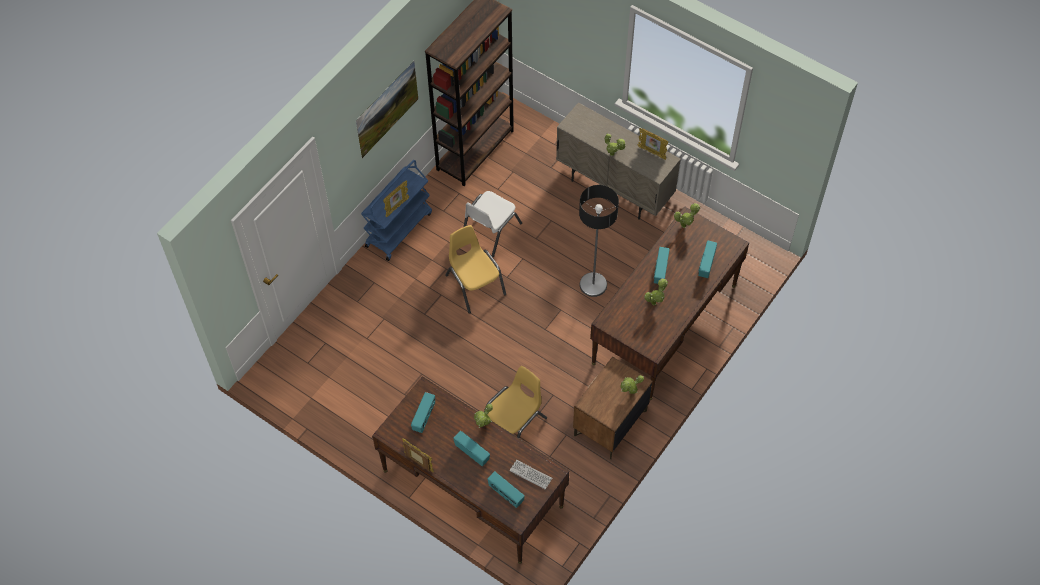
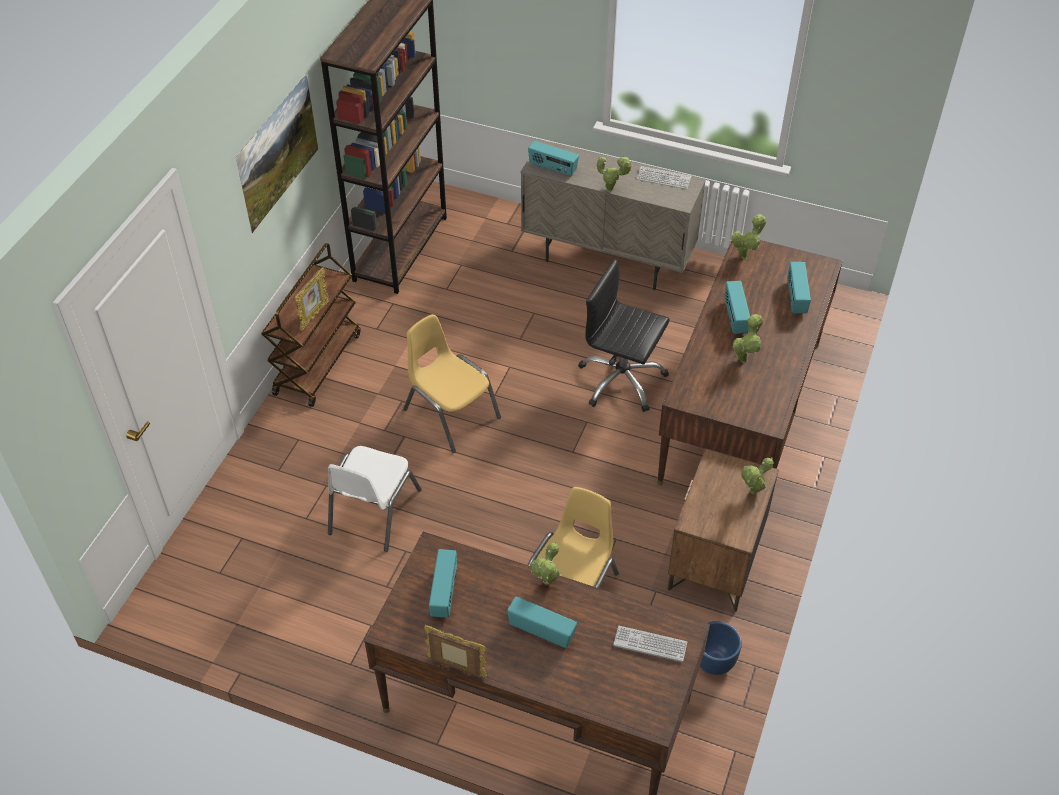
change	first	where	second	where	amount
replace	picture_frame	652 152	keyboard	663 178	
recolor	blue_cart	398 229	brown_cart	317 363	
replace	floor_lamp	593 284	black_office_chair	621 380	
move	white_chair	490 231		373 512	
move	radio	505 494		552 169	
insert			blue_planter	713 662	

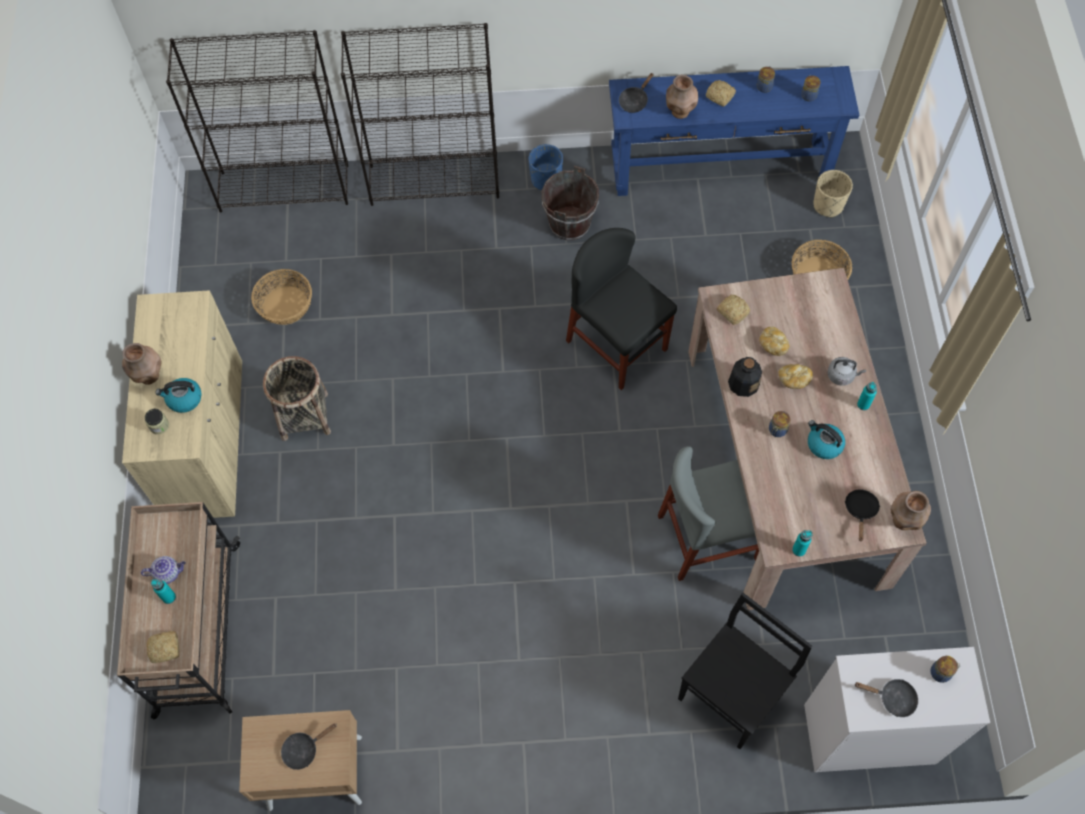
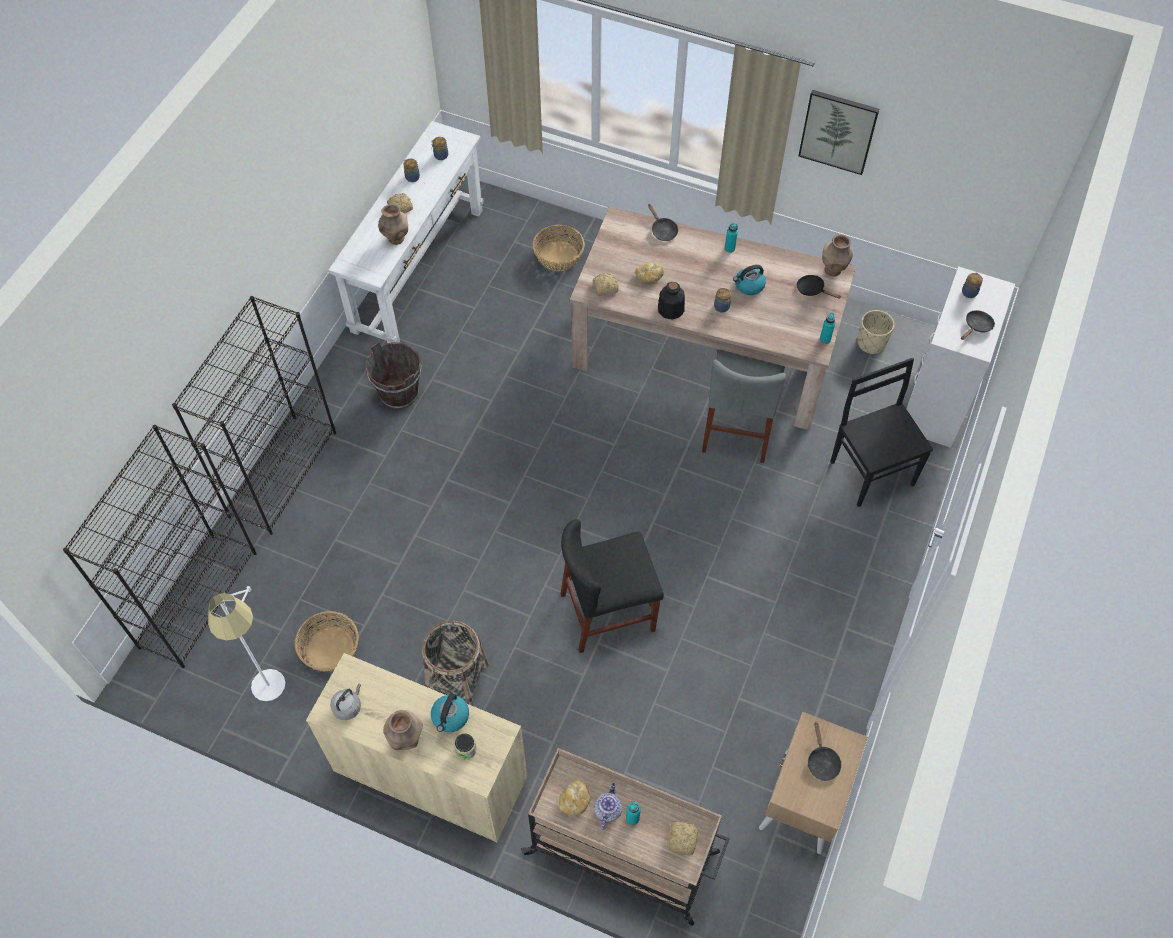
change	first	where	second	where	amount
recolor	blue_console_table	720 167	white_console_table	418 269	
move	black_frying_pan	634 101		662 230	
delete	blue_planter	546 179			
move	beige_planter	828 205		871 343	
move	black_chair	617 345		607 612	
move	grey_kettle	842 375		348 706	
move	bread	794 380		574 801	
insert			picture	838 131	
insert			white_floor_lamp	276 696	

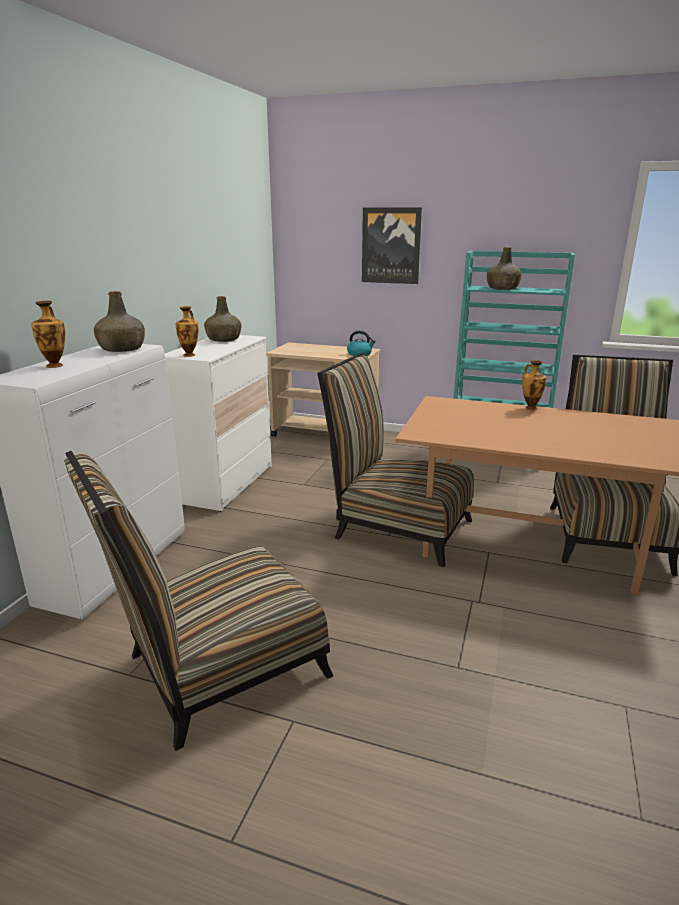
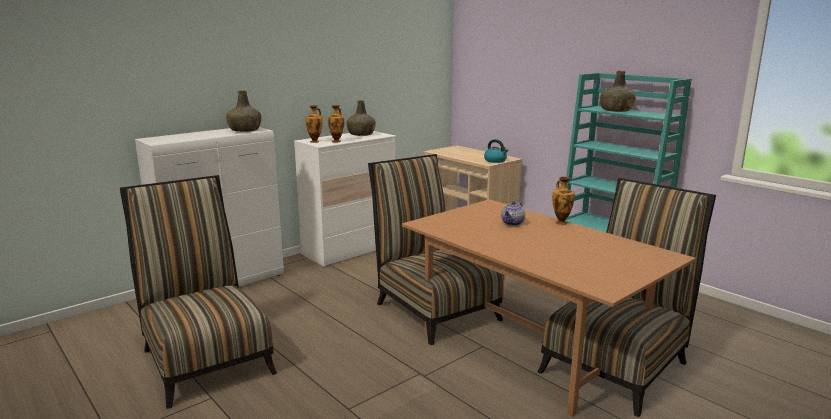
change	first	where	second	where	amount
delete	picture	391 246			
move	vase	55 365		337 141	
rotate	chair	216 671		206 356	60 degrees clockwise
insert			teapot	513 223	

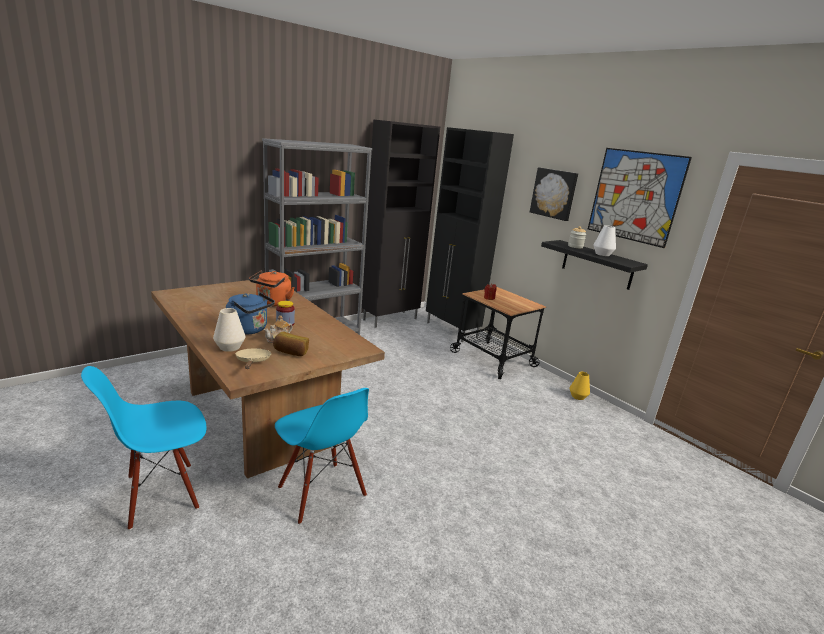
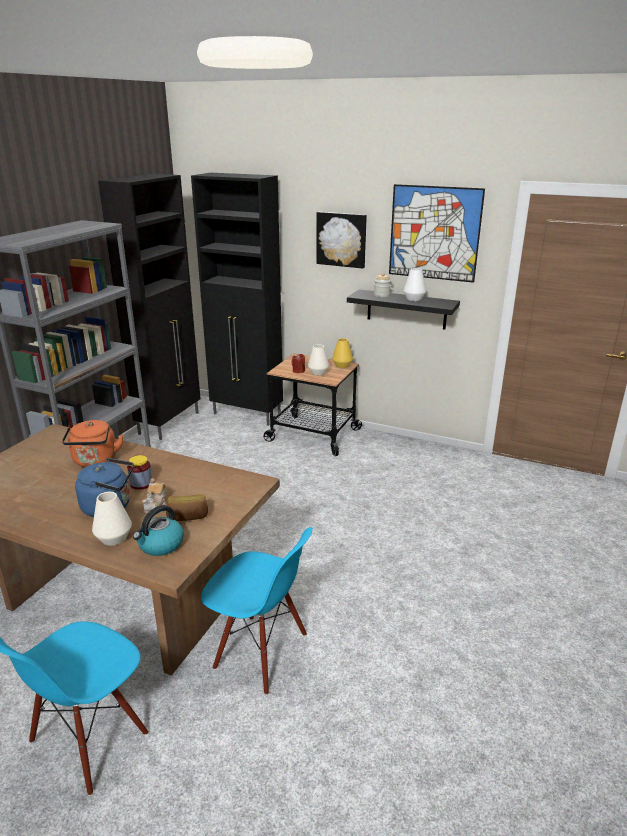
change	first	where	second	where	amount
replace	beige_frying_pan	253 361	kettle	160 545	
move	yellow_vase	578 396		342 365	
insert			white_vase	318 372	

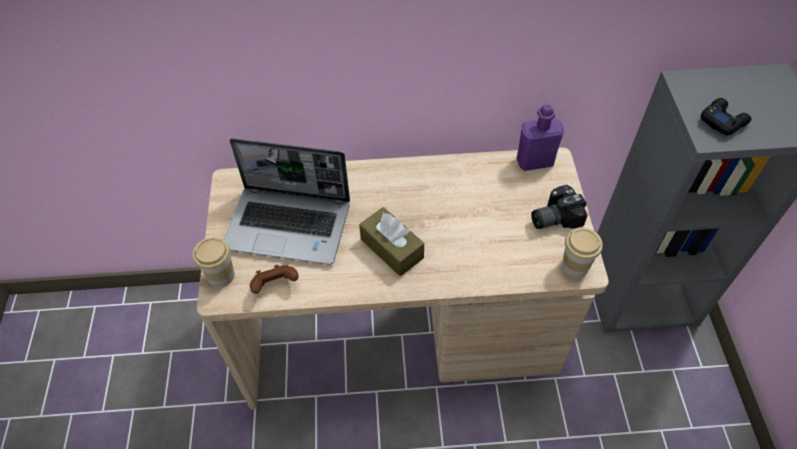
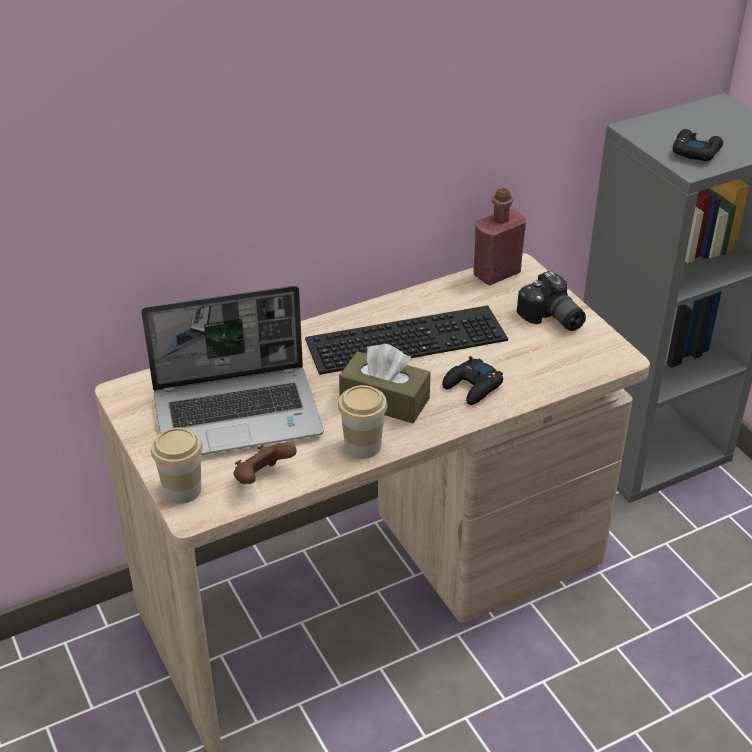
change	first	where	second	where	amount
recolor	purple_bottle	535 161	red_bottle	496 274	
rotate	photo_camera	553 216		551 319	75 degrees counterclockwise
move	cup	575 266		363 446	
insert			keyboard	407 337	
insert			black_game_controller	473 387	

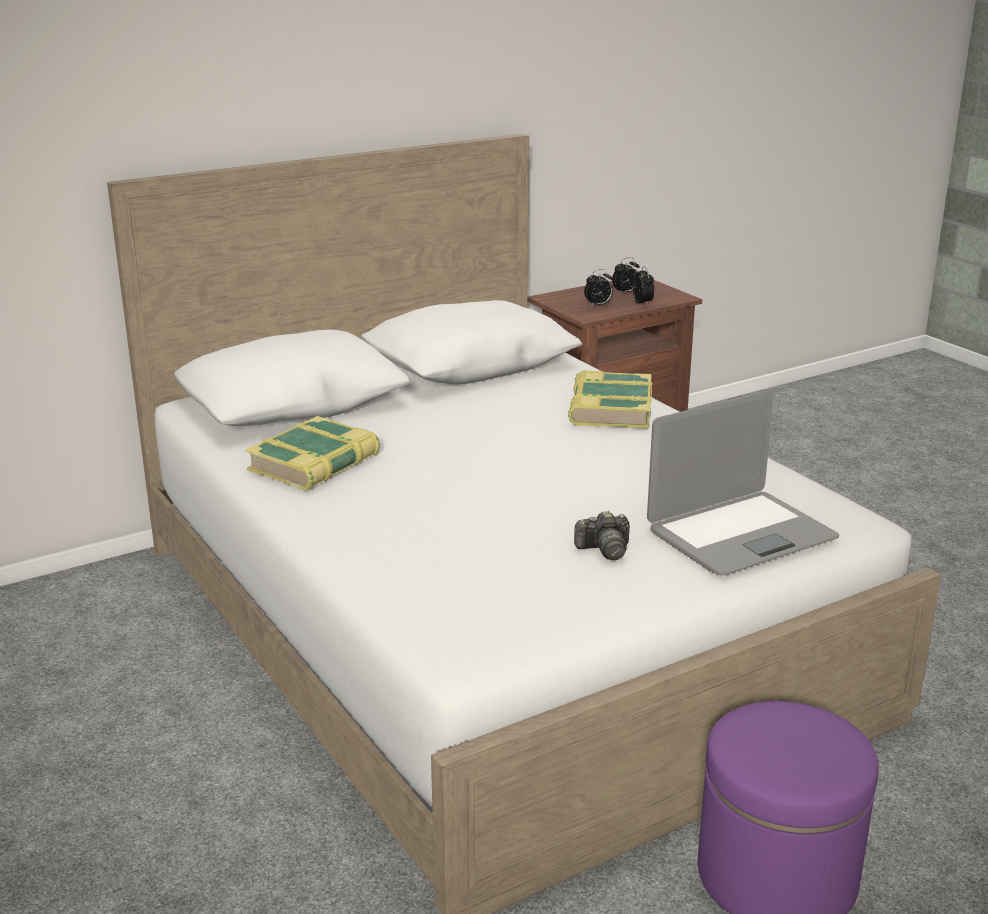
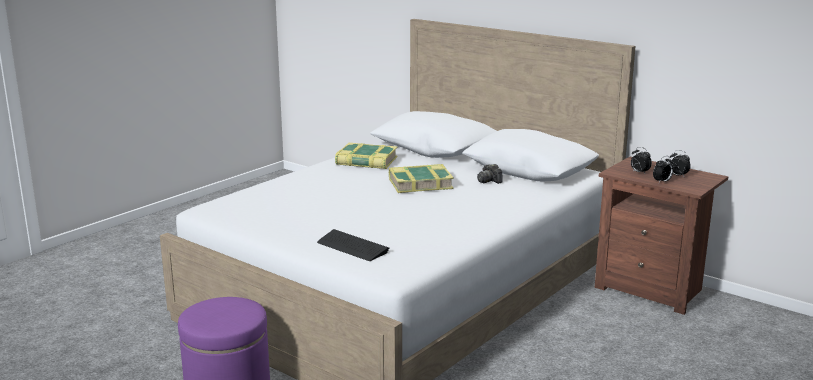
change	first	where	second	where	amount
move	book	609 409		420 184	
replace	laptop	740 534	keyboard	352 247	
move	photo_camera	604 550		489 181	

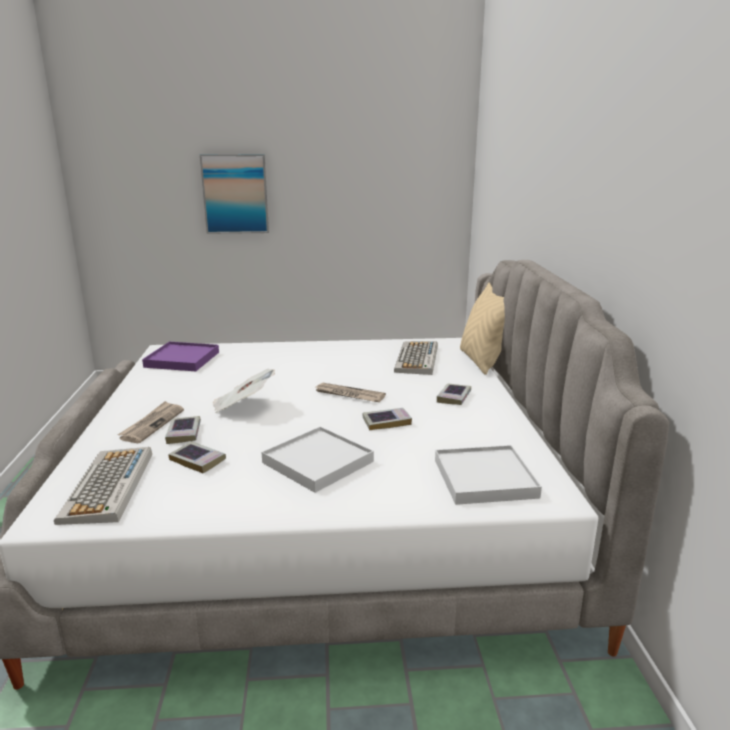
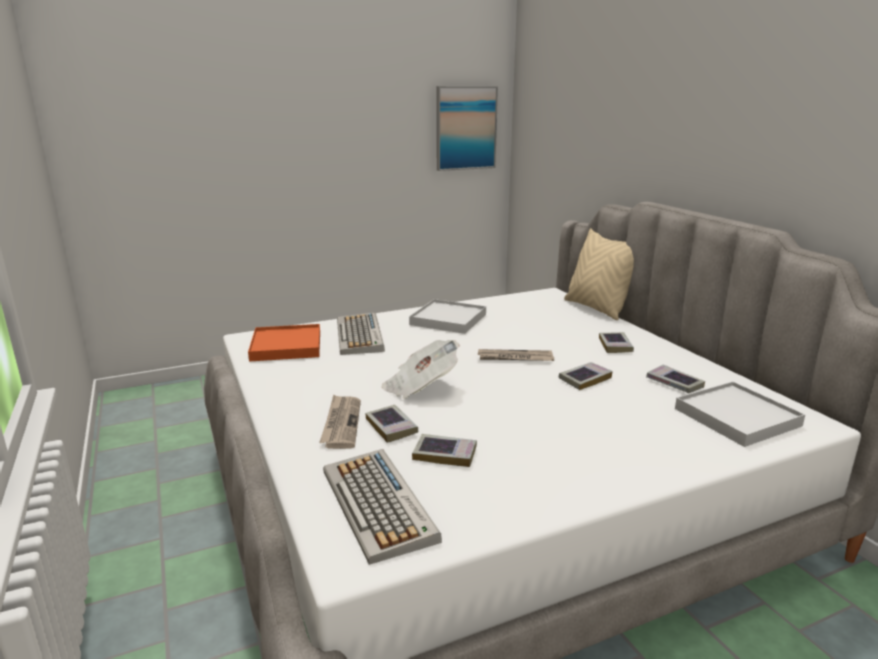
change	first	where	second	where	amount
move	picture	235 194		465 128	
move	keyboard	417 359		360 335	
recolor	purple_tray	182 359	orange_tray	286 346	
move	white_tray	318 462		448 319	
insert			book	674 383	

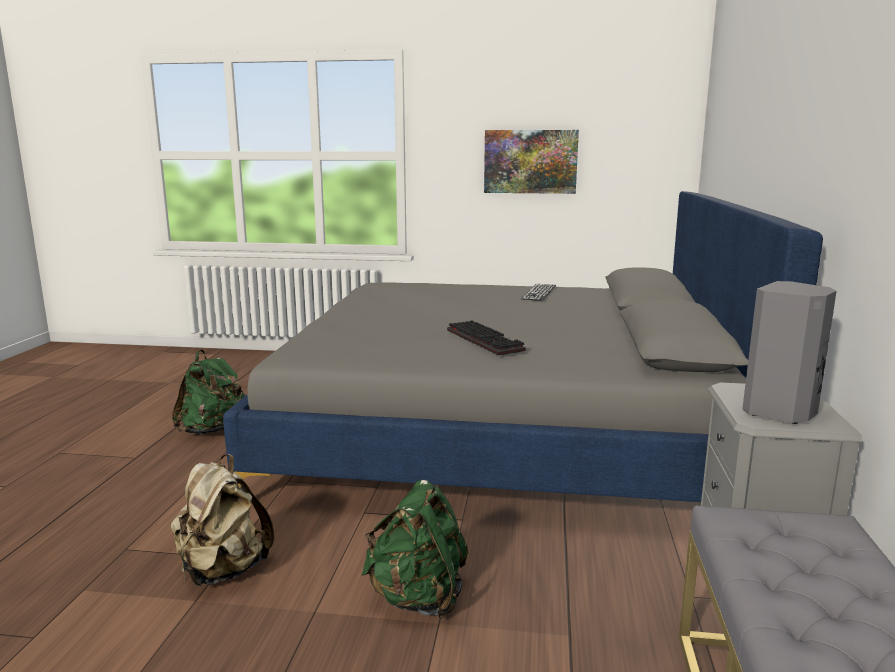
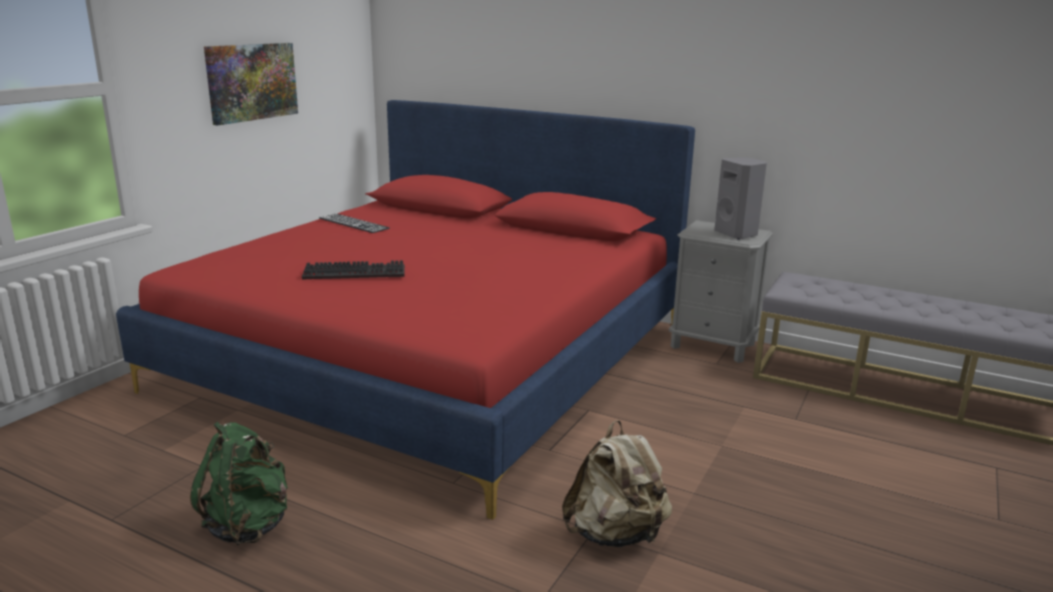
change	first	where	second	where	amount
recolor	grey_bed	506 428	red_bed	434 356	
move	keyboard	487 340		356 272	
delete	green_backpack	418 598			

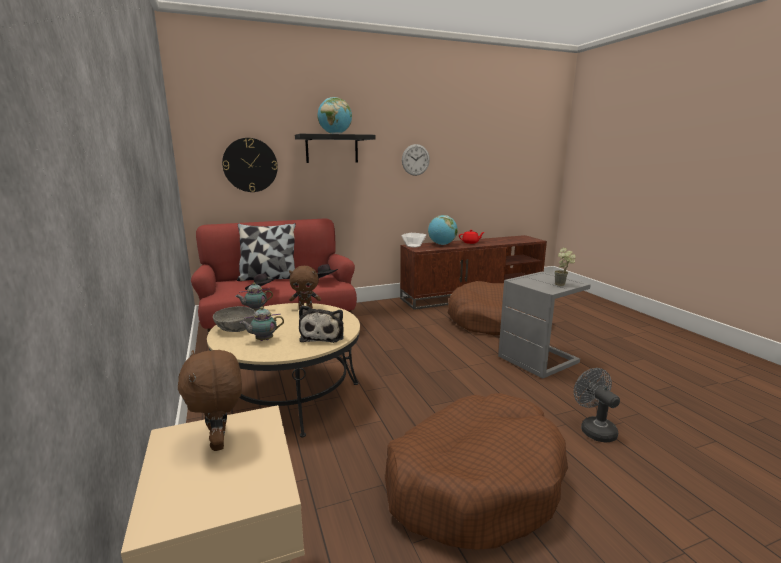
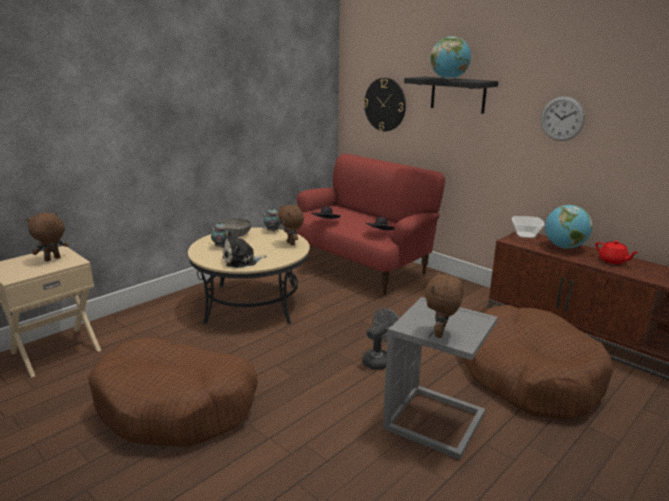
change	first	where	second	where	amount
delete	pillow	268 278			
replace	potted_plant	563 285	brown_plush_toy	441 334	
move	grey_fan	594 429		380 360	

